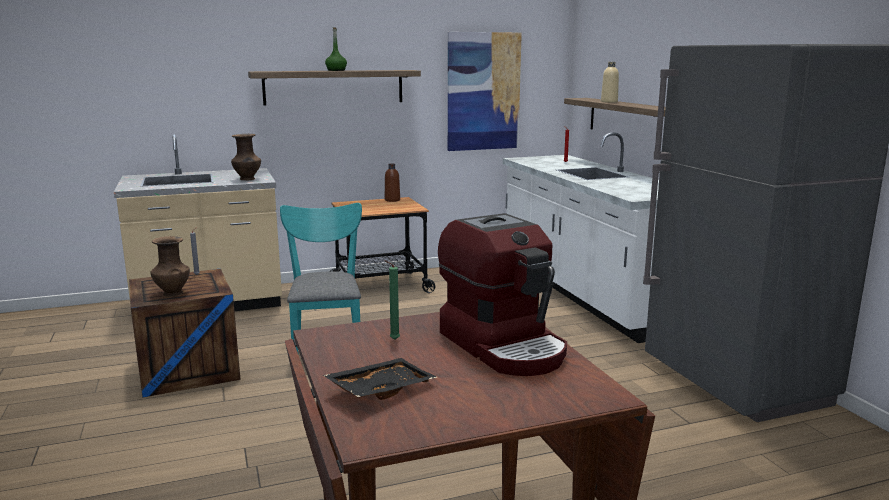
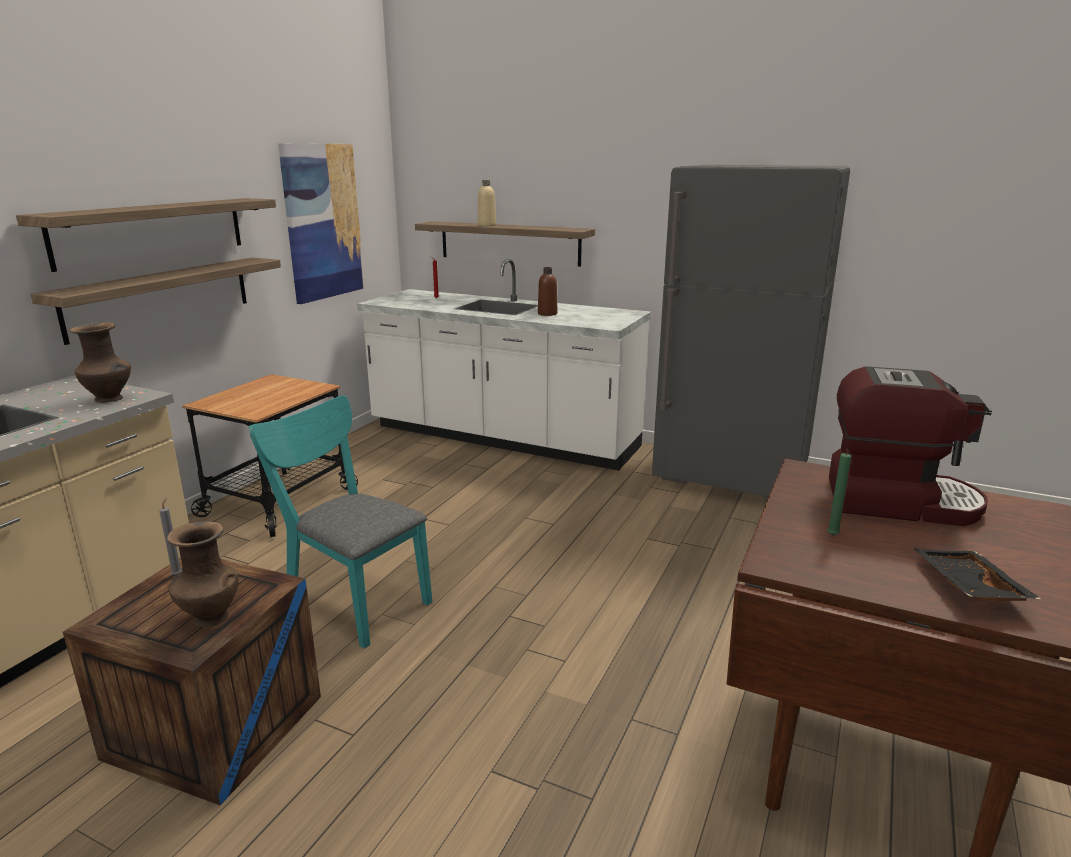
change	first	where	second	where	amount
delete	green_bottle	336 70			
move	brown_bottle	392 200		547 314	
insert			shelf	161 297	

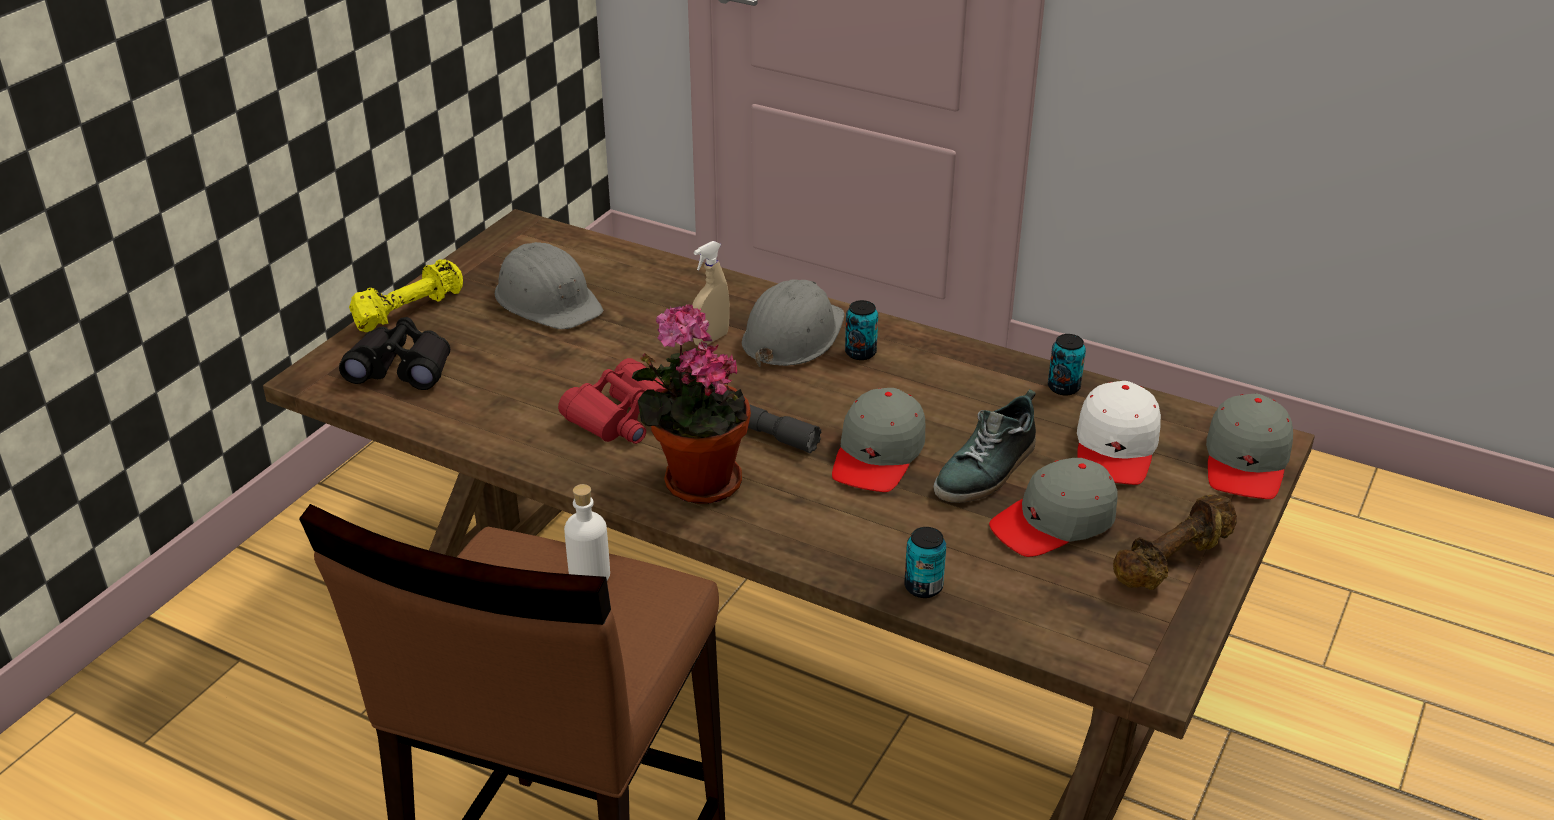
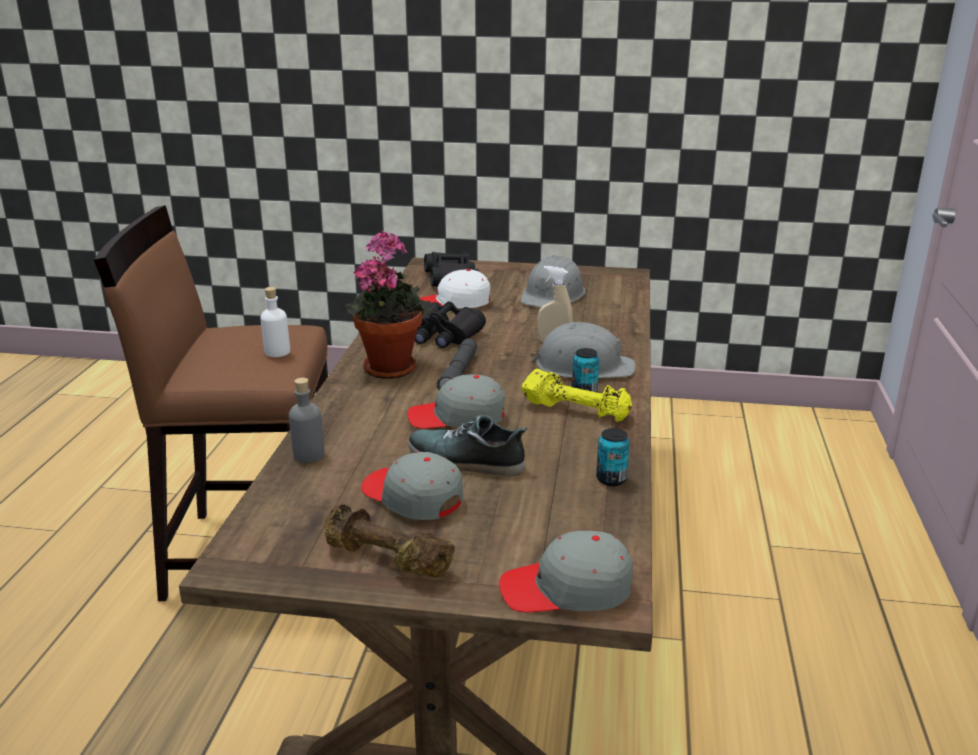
change	first	where	second	where	amount
move	yellow_dumbbell	408 311		576 410	
recolor	red_binoculars	623 417	black_binoculars	444 336	
move	white_cap	1116 448		454 303	
replace	can	923 587	grey_bottle	308 455	

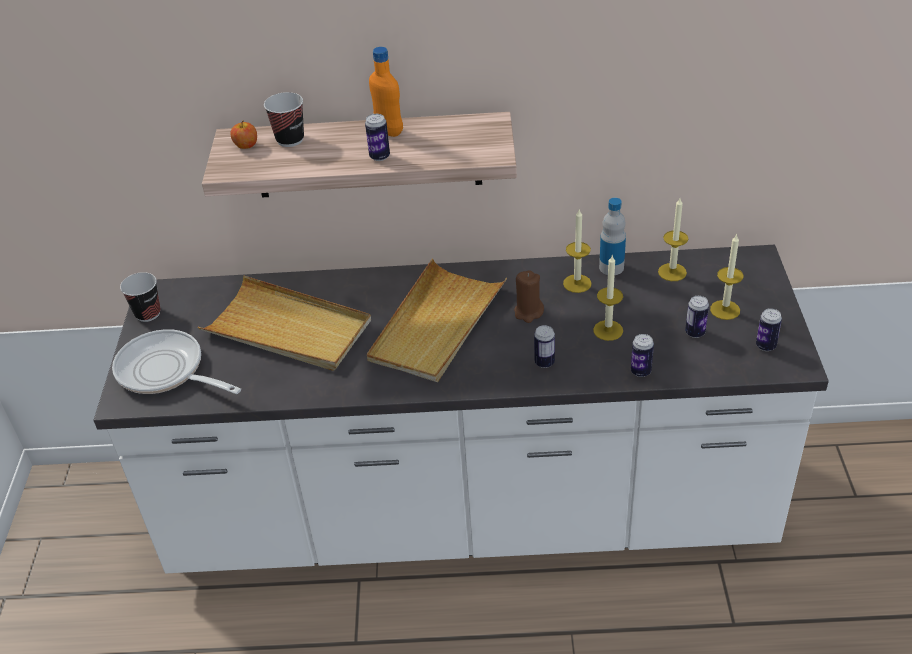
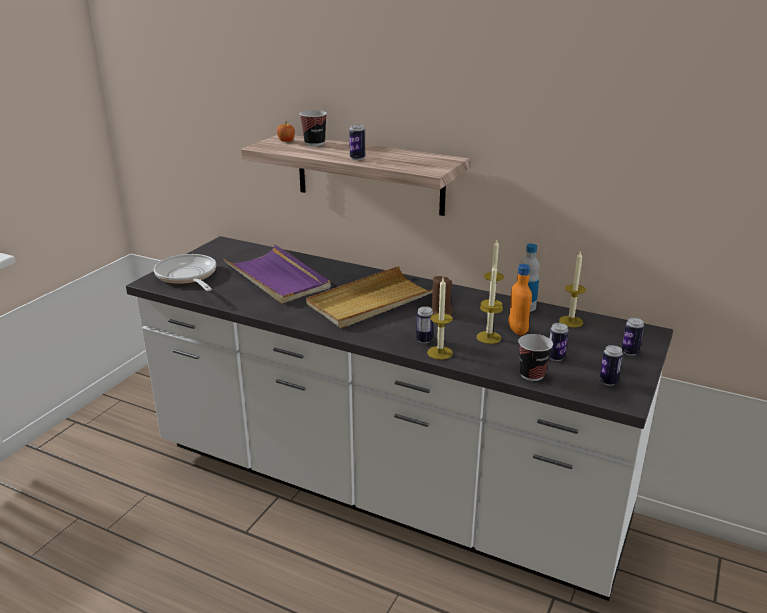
change	first	where	second	where	amount
move	orange_bottle	388 131		517 330	
move	candle	725 310		440 353	
move	cup	148 313		532 374	
recolor	beige_tray	288 329	purple_tray	277 278	
move	can	640 371		630 352	

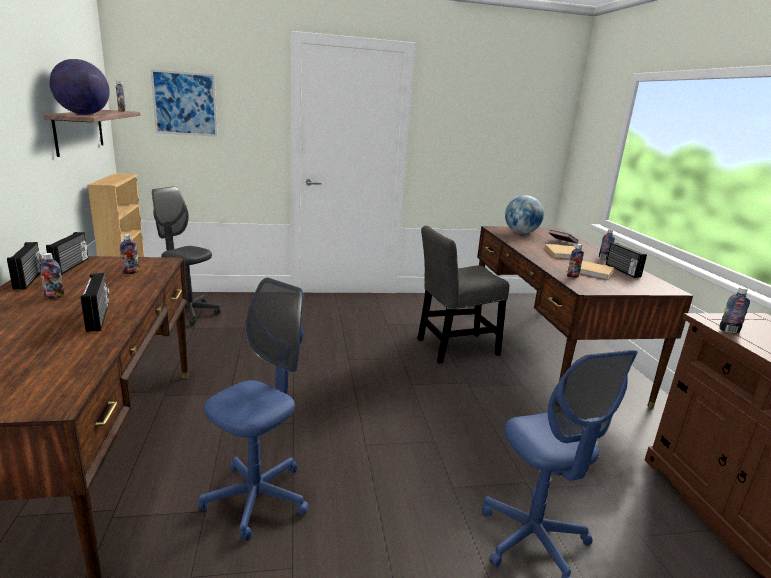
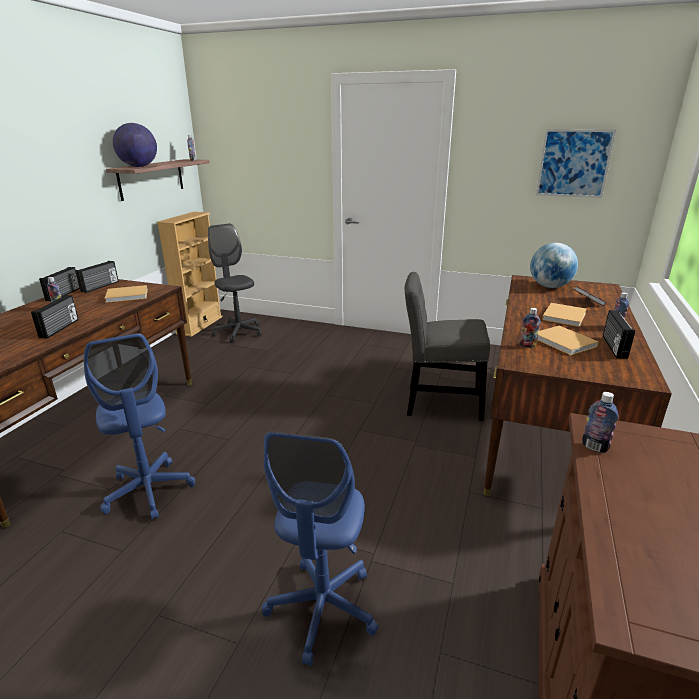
change	first	where	second	where	amount
move	picture	185 103		574 163	
replace	bottle	131 272	beige_book	128 295	
rotate	blue_office_chair	257 498		149 491	90 degrees clockwise

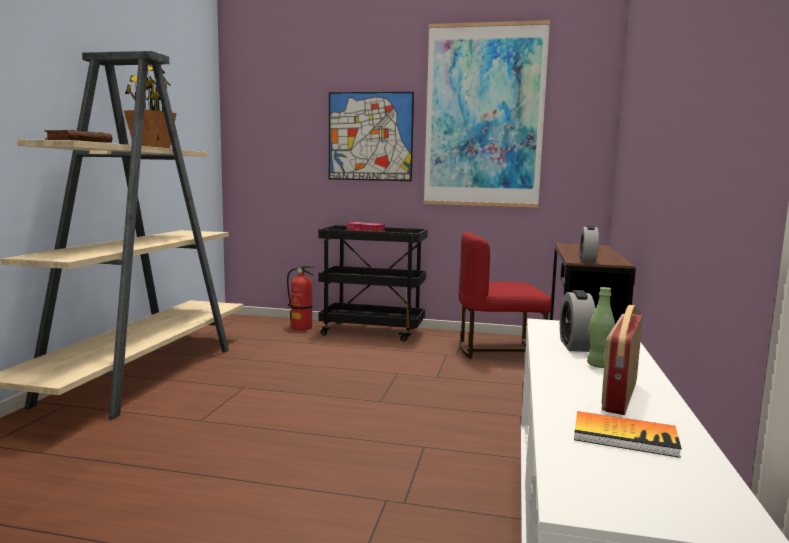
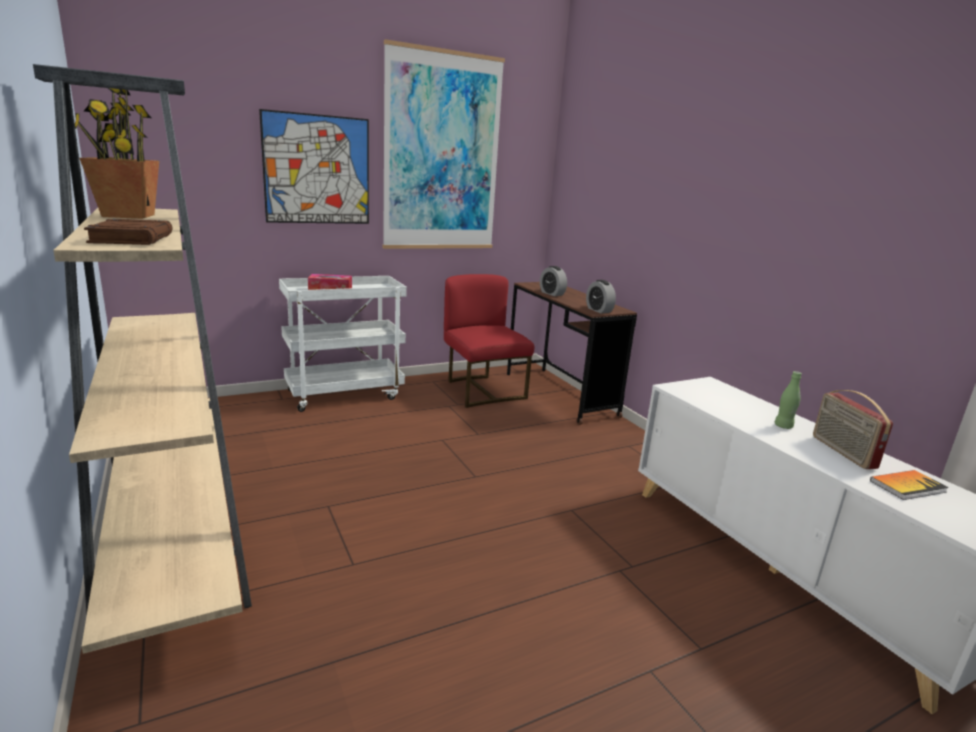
change	first	where	second	where	amount
recolor	black_cart	373 332	white_cart	345 394	
rotate	red_chair	499 351		482 390	105 degrees clockwise
delete	fire_extinguisher	301 328			
move	alarm_clock	575 346		552 293	

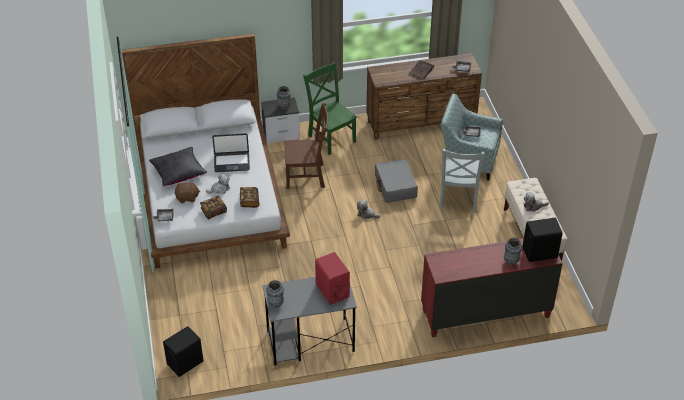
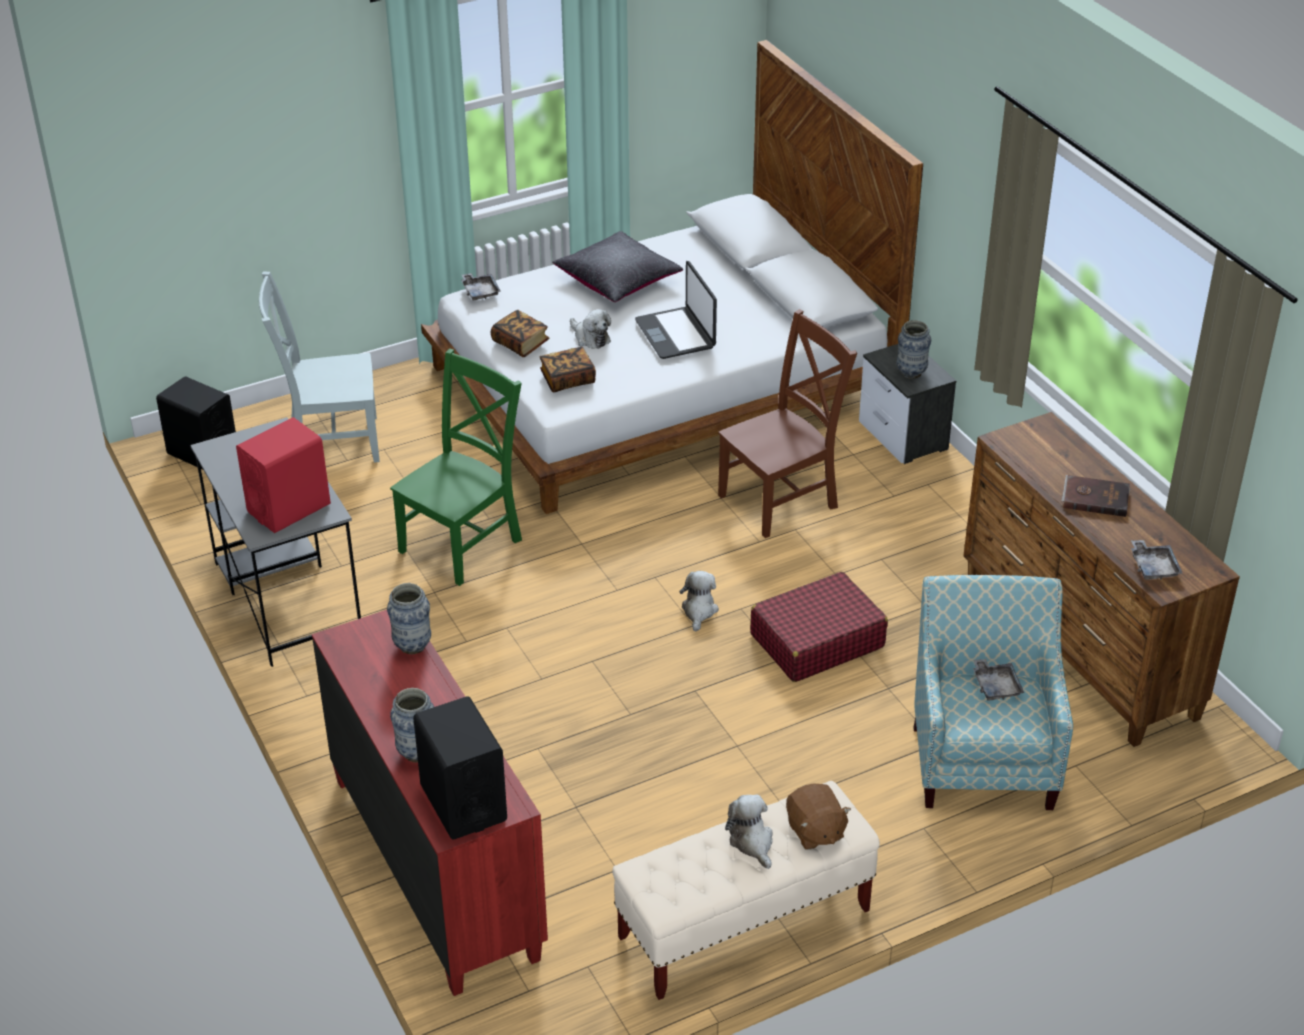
change	first	where	second	where	amount
move	green_chair	331 137		464 543	
rotate	brown_chair	307 176		782 499	105 degrees counterclockwise
move	grey_chair	457 199		329 442	
recolor	grey_suitcase	395 186	red_suitcase	816 641	
move	brown_plush_toy	187 198		815 831	
move	vase	275 304		412 646	

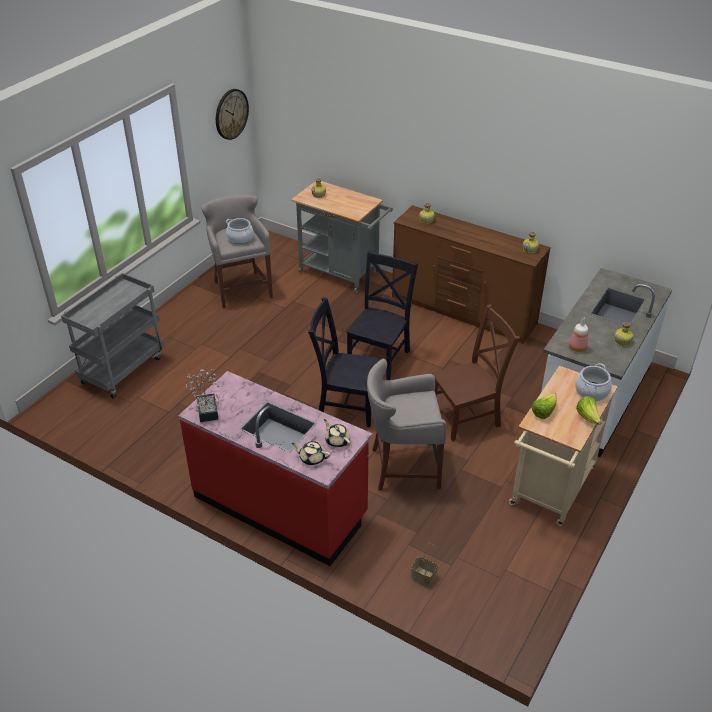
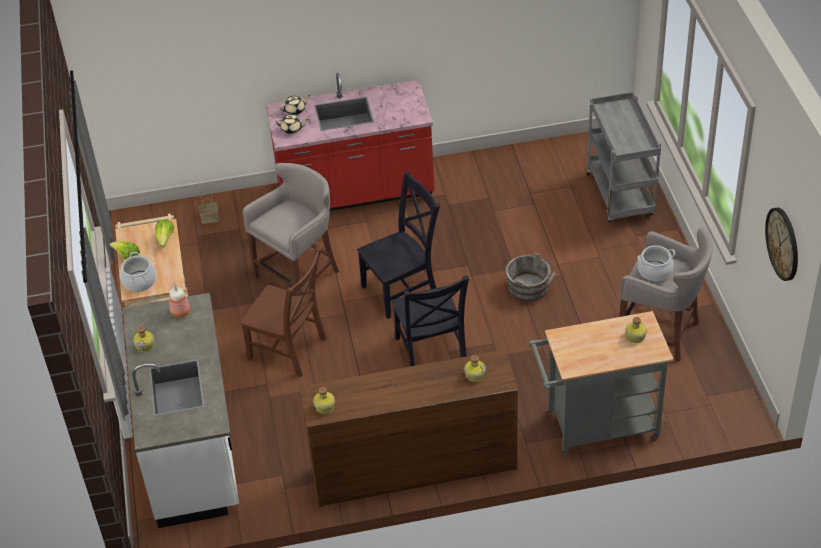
change	first	where	second	where	amount
rotate	brown_chair	468 416		290 350	90 degrees counterclockwise
delete	potted_plant	207 408			
insert			grey_bucket	530 288	

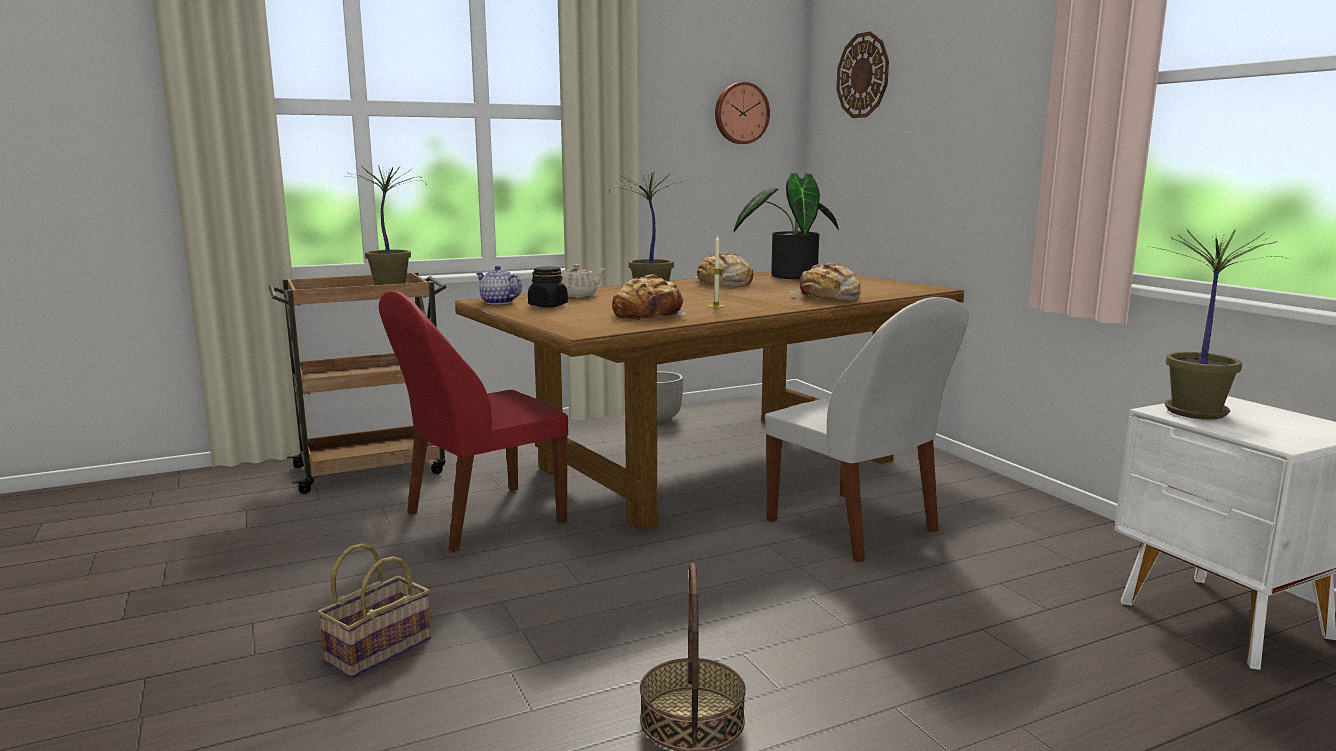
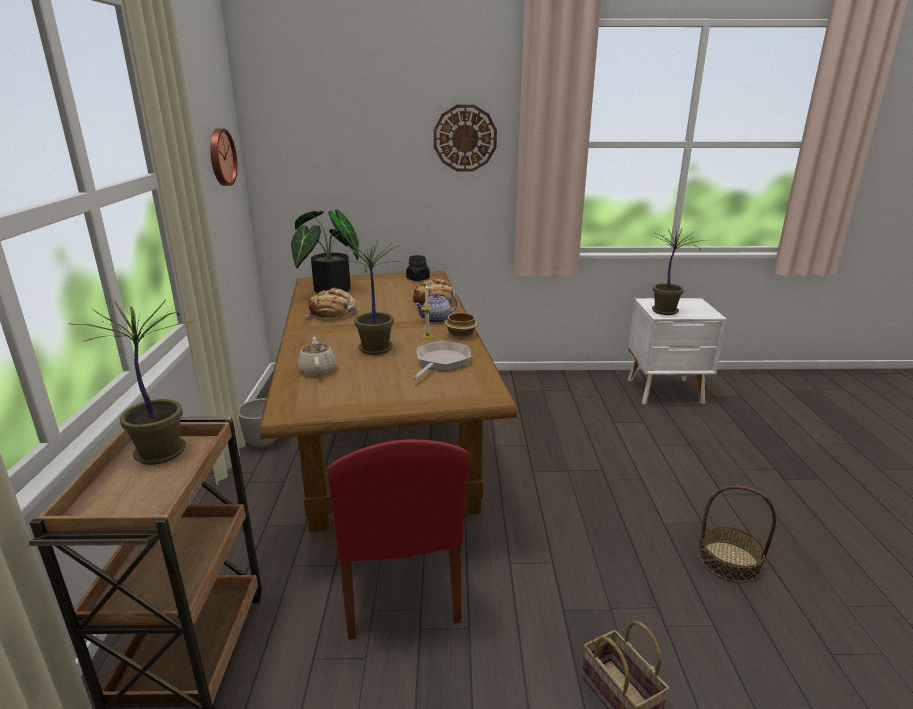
change	first	where	second	where	amount
move	wall_clock	863 75		465 138	
move	teapot	498 302		436 319	
move	black_jar	548 305		418 279	
replace	bread	649 315	frying_pan	441 362	
delete	white_chair	854 528			
insert			bowl	460 334	

